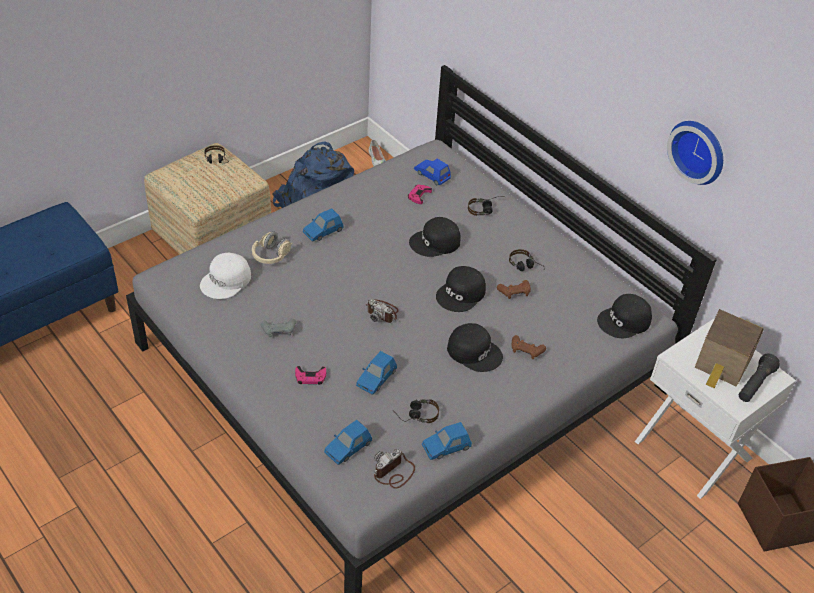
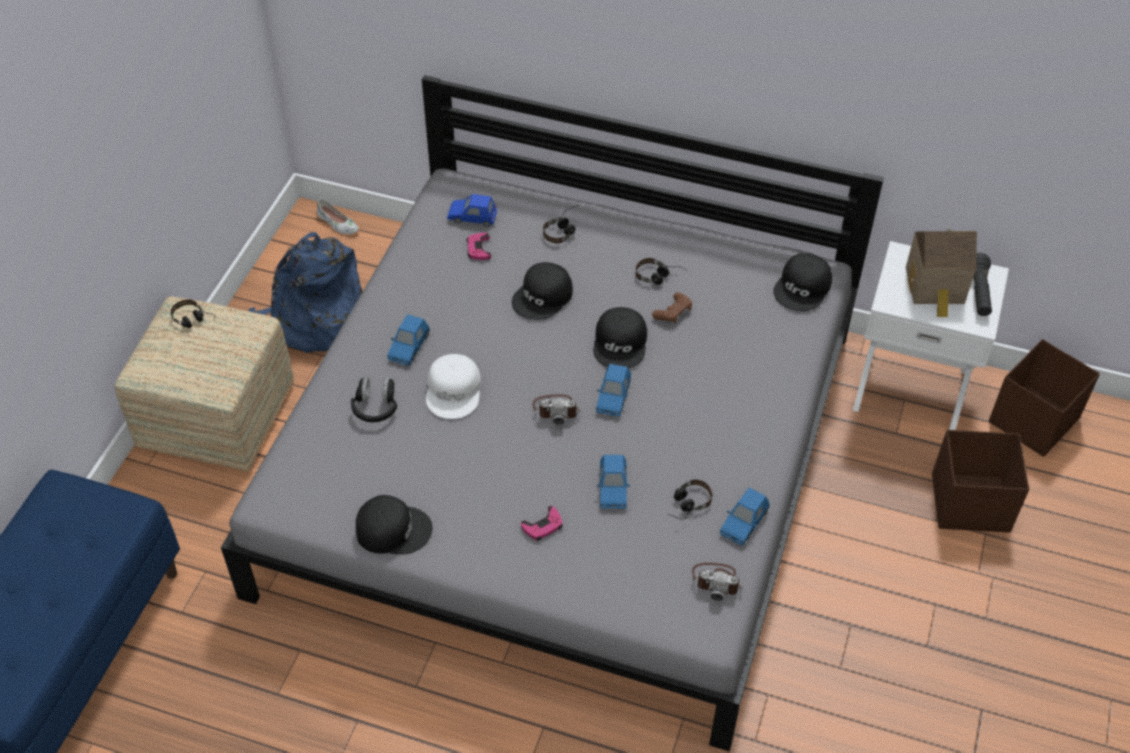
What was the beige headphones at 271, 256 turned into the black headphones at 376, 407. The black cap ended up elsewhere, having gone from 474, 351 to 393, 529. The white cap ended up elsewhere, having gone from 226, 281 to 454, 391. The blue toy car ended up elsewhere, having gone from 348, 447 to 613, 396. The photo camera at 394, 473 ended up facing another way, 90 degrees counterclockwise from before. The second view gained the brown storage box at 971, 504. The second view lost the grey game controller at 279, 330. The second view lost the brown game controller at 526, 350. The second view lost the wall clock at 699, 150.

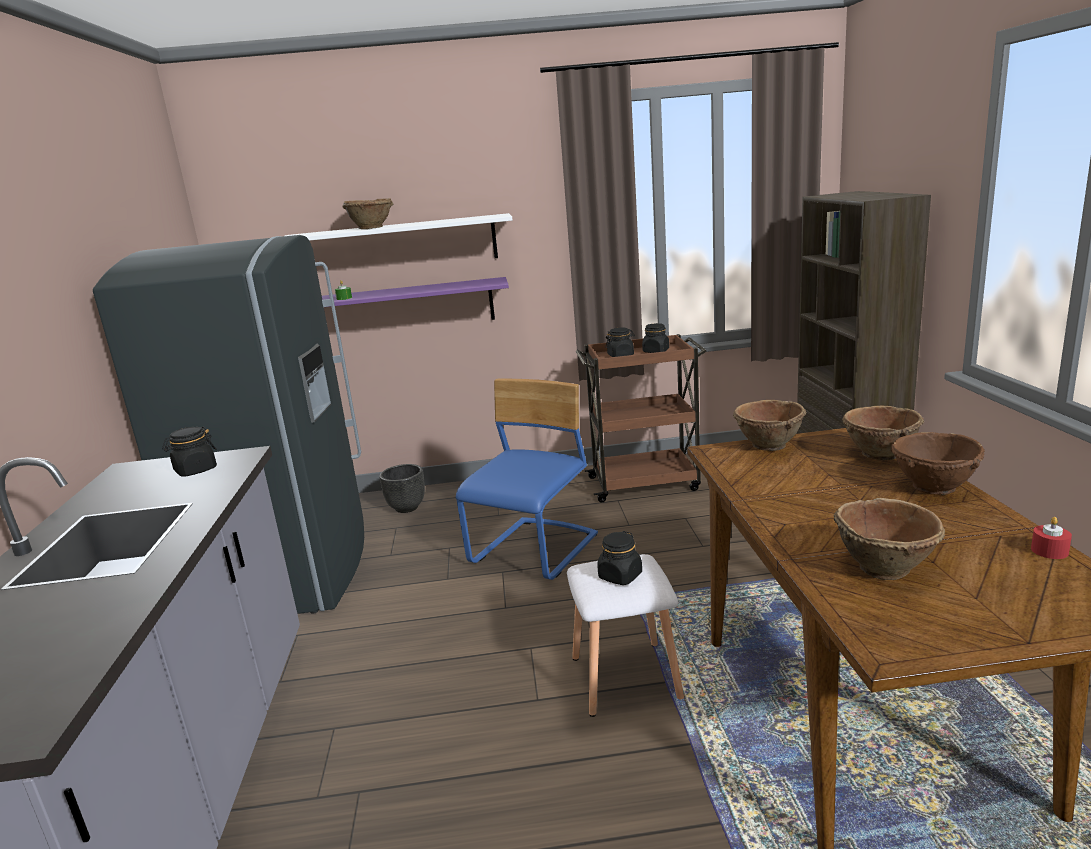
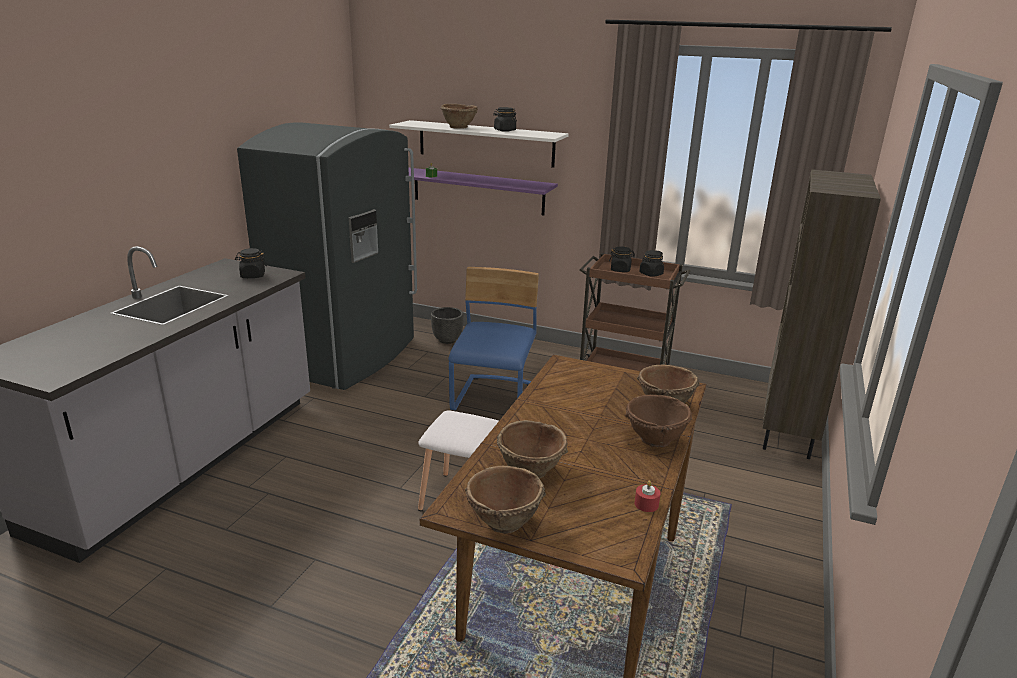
The blue chair at 535, 551 ended up facing another way, 45 degrees counterclockwise from before. The brown bowl ended up elsewhere, having gone from 768, 446 to 503, 522. The black jar ended up elsewhere, having gone from 620, 576 to 504, 130.

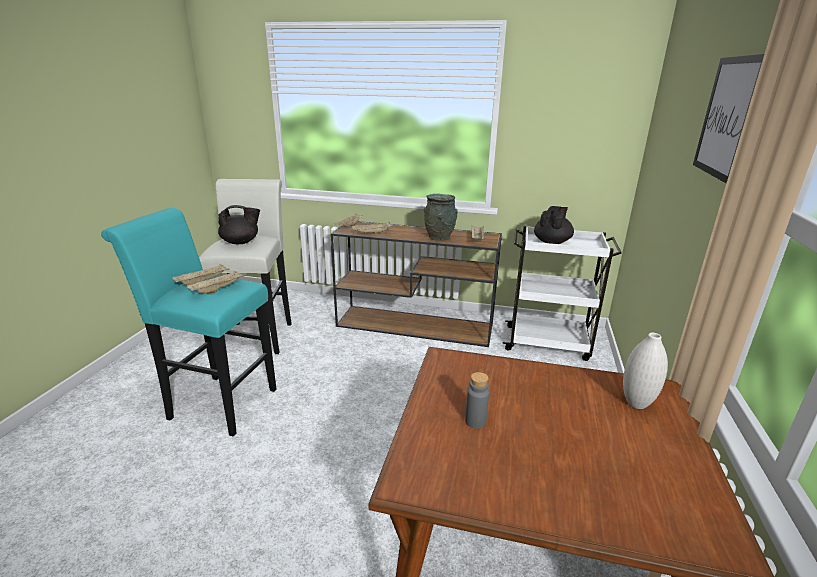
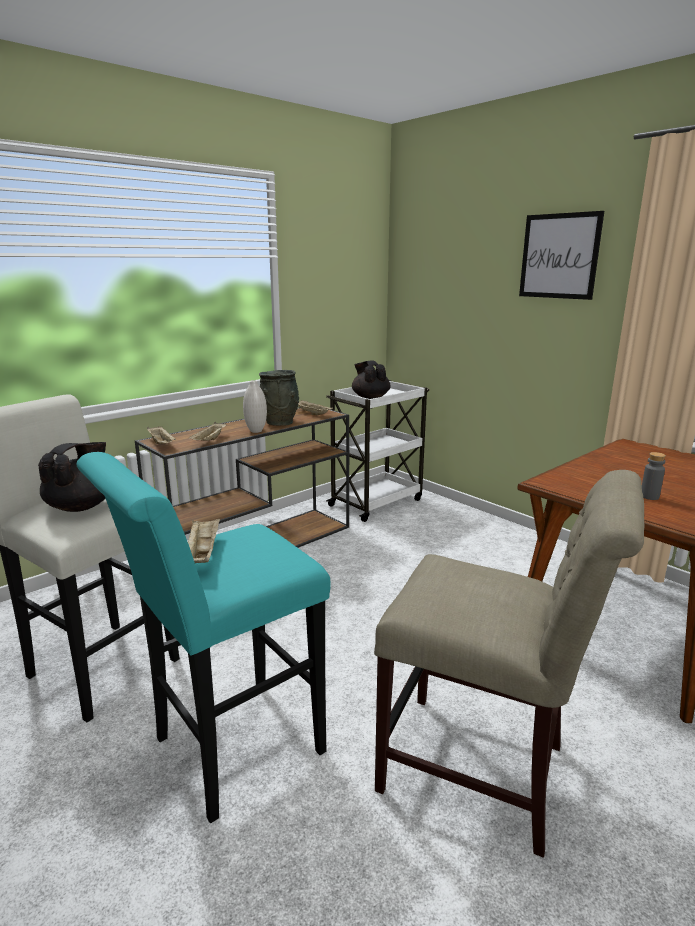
The white vase ended up elsewhere, having gone from 636, 403 to 256, 431. The second view gained the beige chair at 483, 772. The second view lost the beige tray at 218, 289.

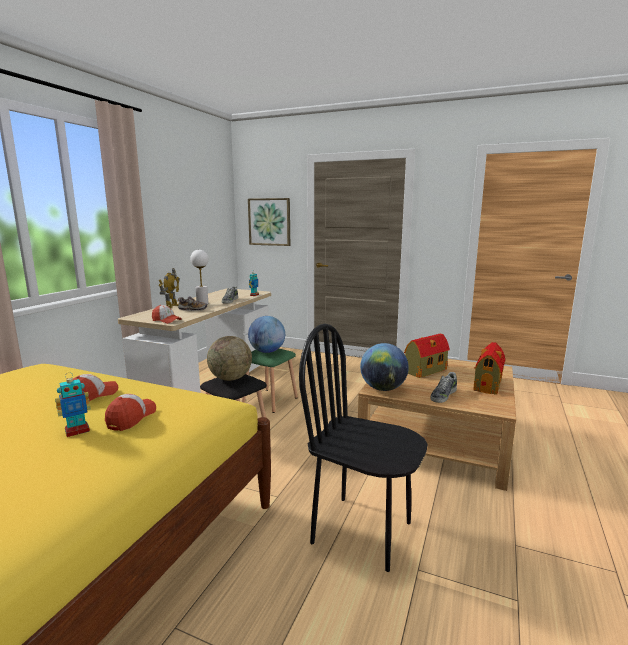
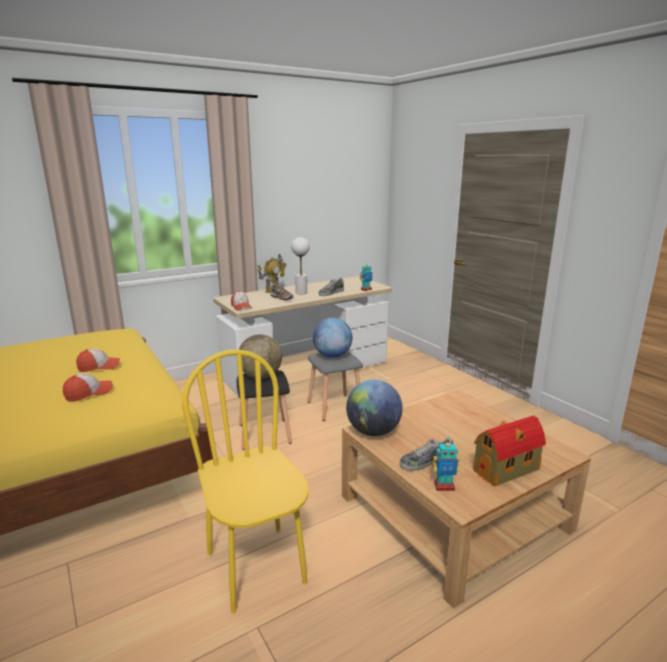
What was the black chair at 362, 531 turned into the yellow chair at 257, 567. What was the green stool at 270, 401 turned into the grey stool at 334, 407. The toy robot ended up elsewhere, having gone from 77, 431 to 444, 486. The second view lost the picture at 269, 222. The second view lost the toy house at 424, 371.

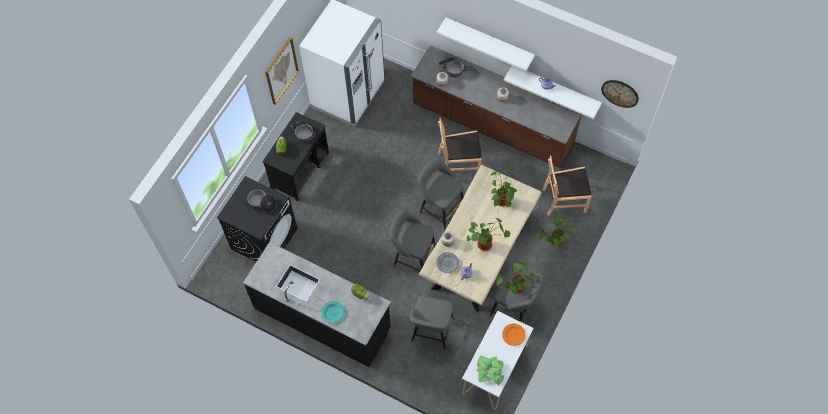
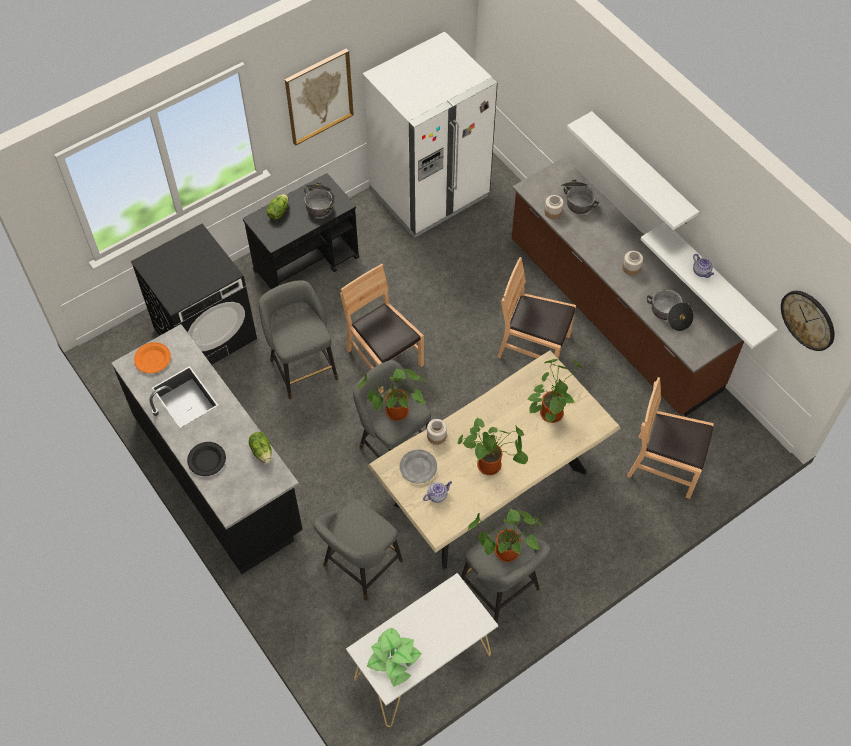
The orange plate ended up elsewhere, having gone from 513, 335 to 152, 359. What was the turquoise plate at 332, 312 turned into the black plate at 207, 460. The grey stool ended up elsewhere, having gone from 440, 207 to 302, 366. The second view gained the brown chair at 384, 358. The potted plant ended up elsewhere, having gone from 555, 242 to 395, 413. The cooking pot ended up elsewhere, having gone from 262, 203 to 669, 314.

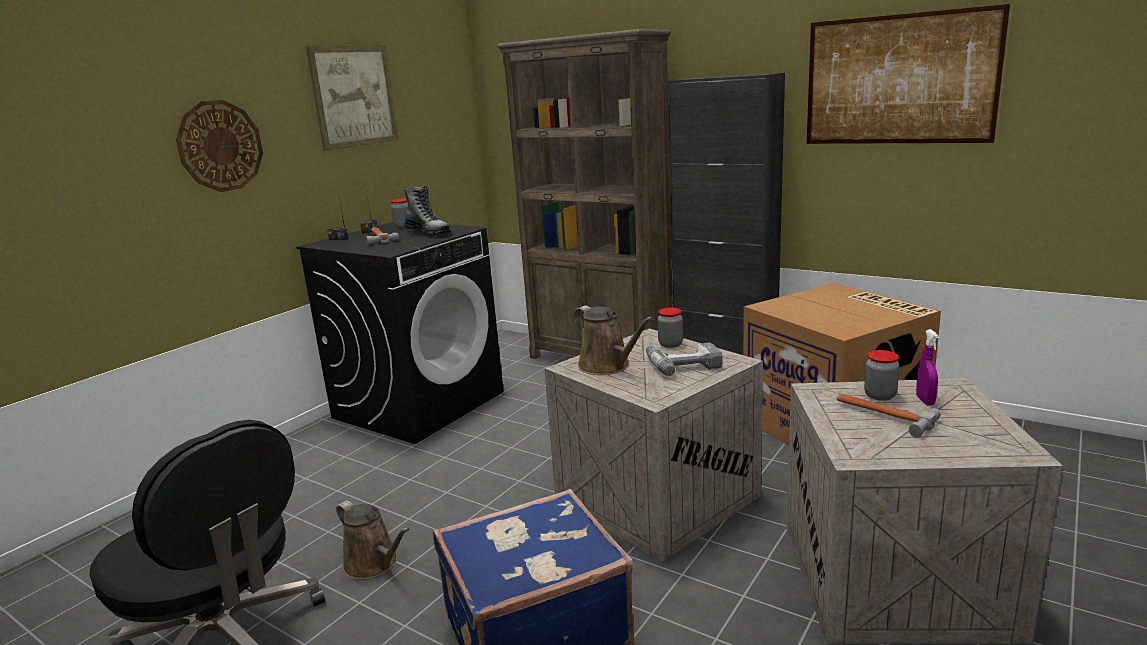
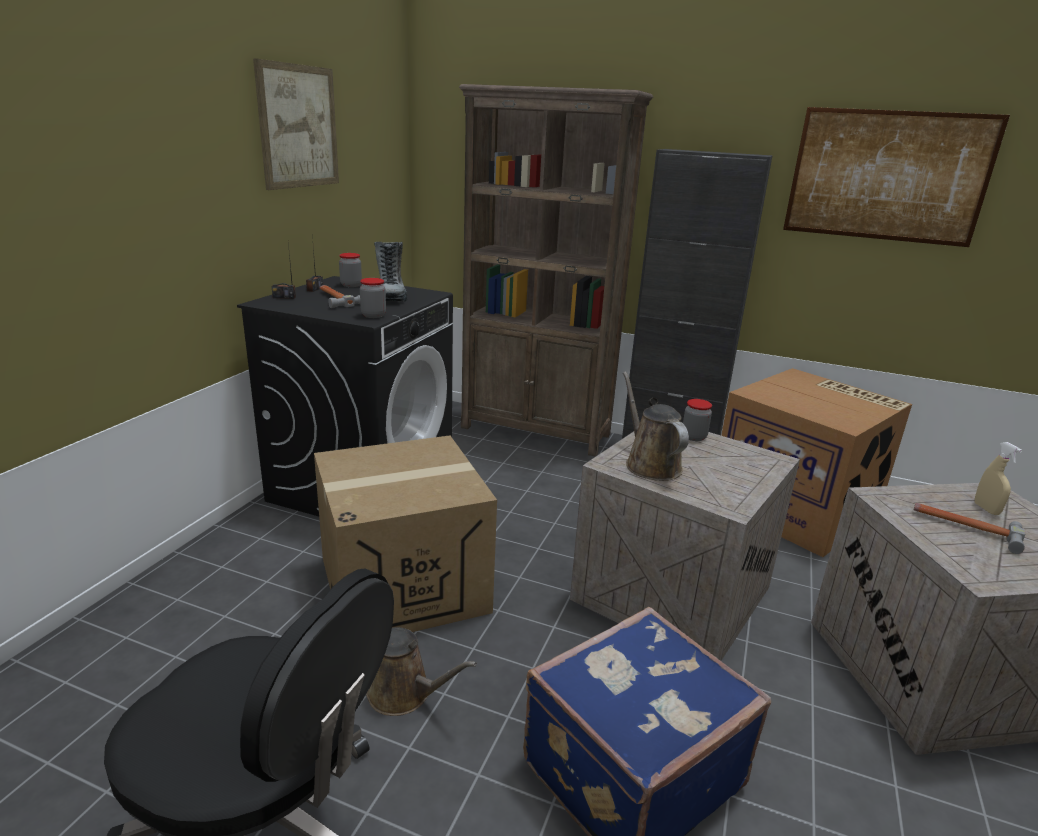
The second view gained the cardboard box at 404, 584. The jar ended up elsewhere, having gone from 880, 395 to 373, 315. The boot at 428, 232 ended up facing another way, 45 degrees clockwise from before. The brown watering can at 607, 366 ended up facing another way, 150 degrees counterclockwise from before. What was the purple spray bottle at 925, 401 turned into the beige spray bottle at 986, 509. The second view lost the wall clock at 220, 146. The second view lost the power drill at 681, 363.

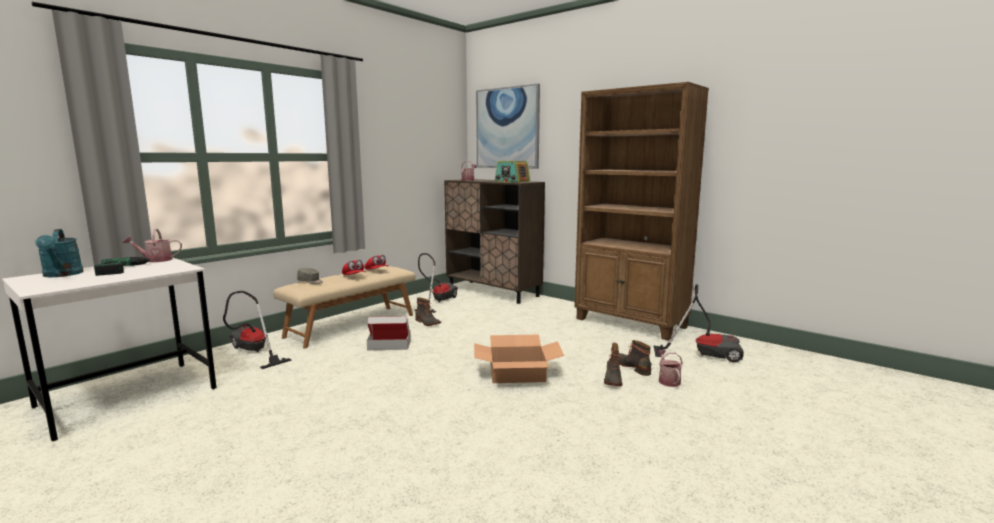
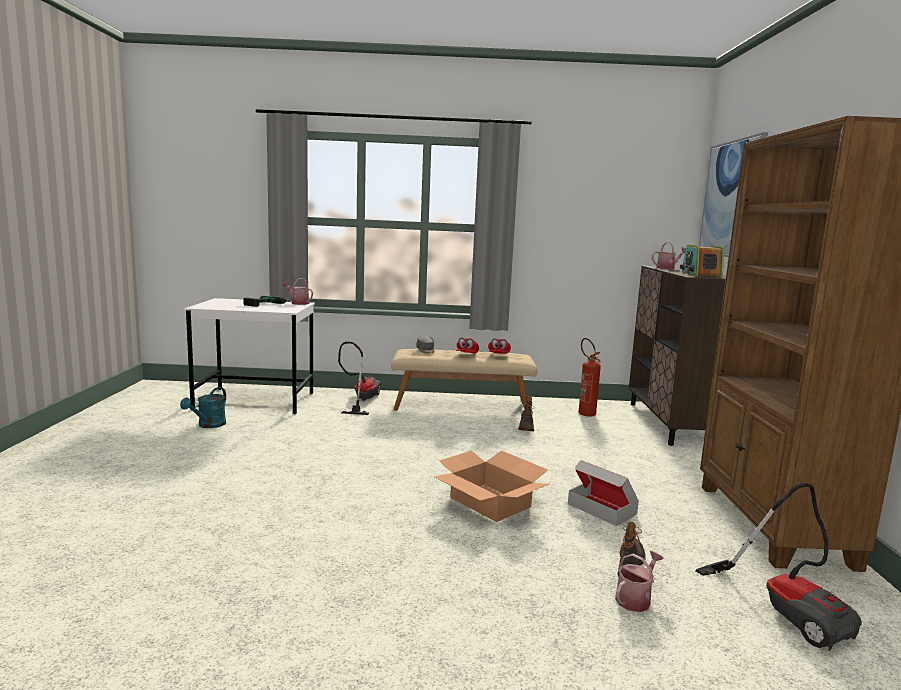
The turquoise watering can ended up elsewhere, having gone from 62, 275 to 208, 425. The cardboard box ended up elsewhere, having gone from 389, 345 to 602, 509. Where the vacuum cleaner stood at 437, 301, the fire extinguisher came to stand at 584, 412. The second view lost the boot at 612, 379.

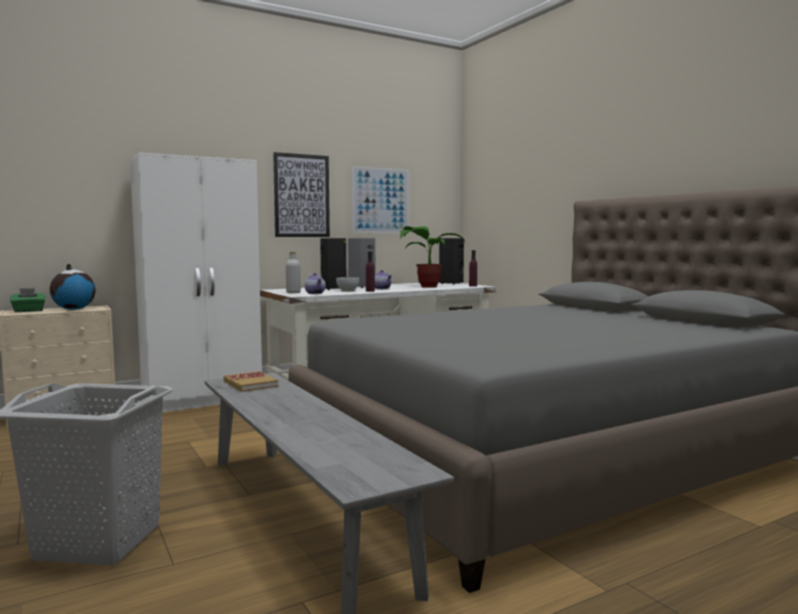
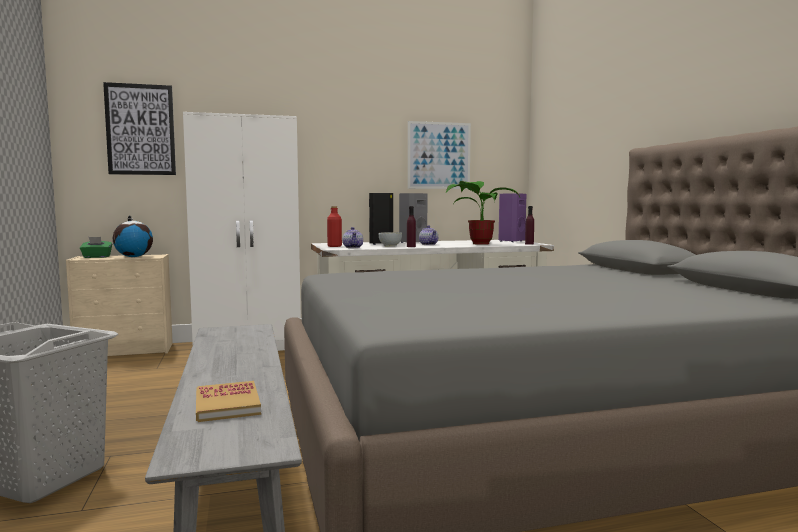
The picture ended up elsewhere, having gone from 301, 196 to 140, 129. The book ended up elsewhere, having gone from 250, 384 to 227, 404. What was the grey bottle at 293, 292 turned into the red bottle at 334, 246. What was the black speaker at 450, 283 turned into the purple speaker at 510, 241.

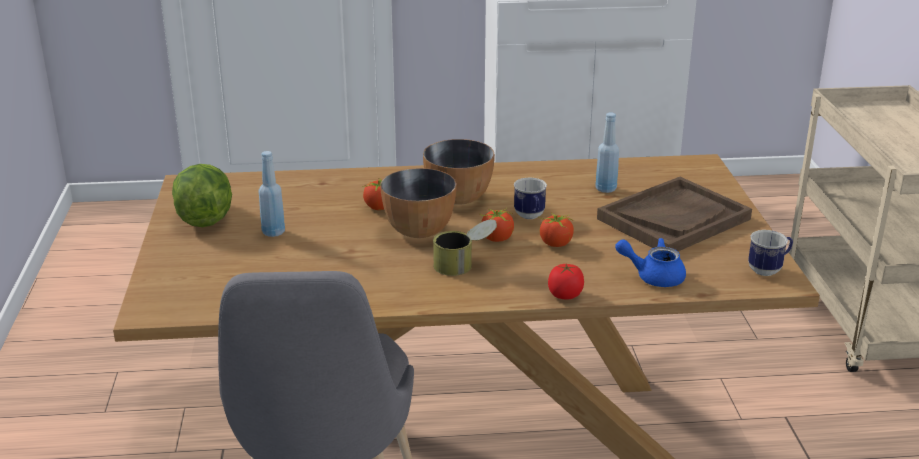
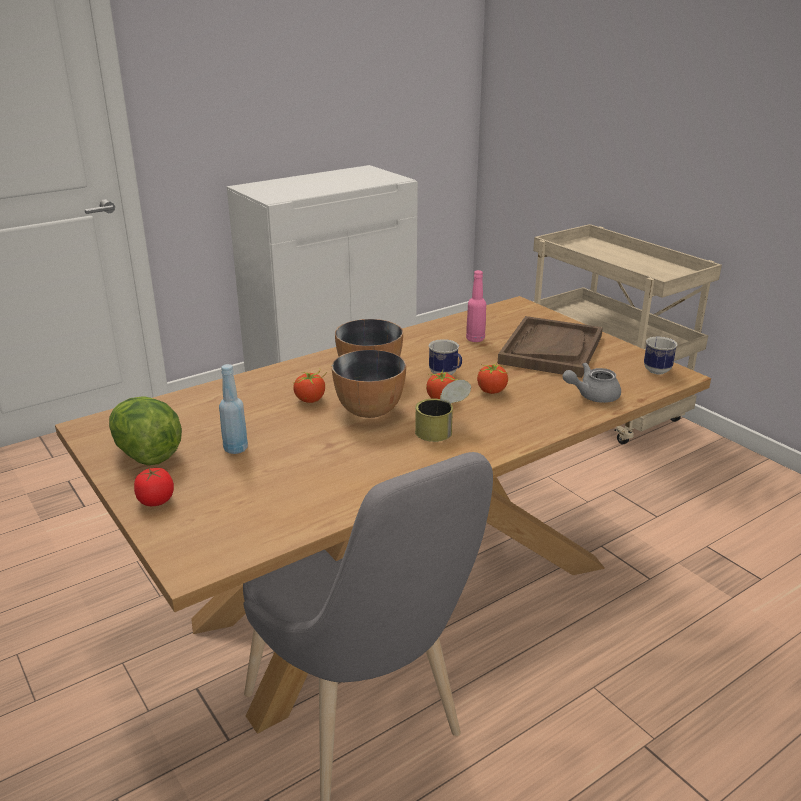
The tomato ended up elsewhere, having gone from 565, 295 to 156, 500. What was the blue bottle at 605, 189 turned into the pink bottle at 475, 339. What was the blue teapot at 653, 276 turned into the grey teapot at 592, 396.

